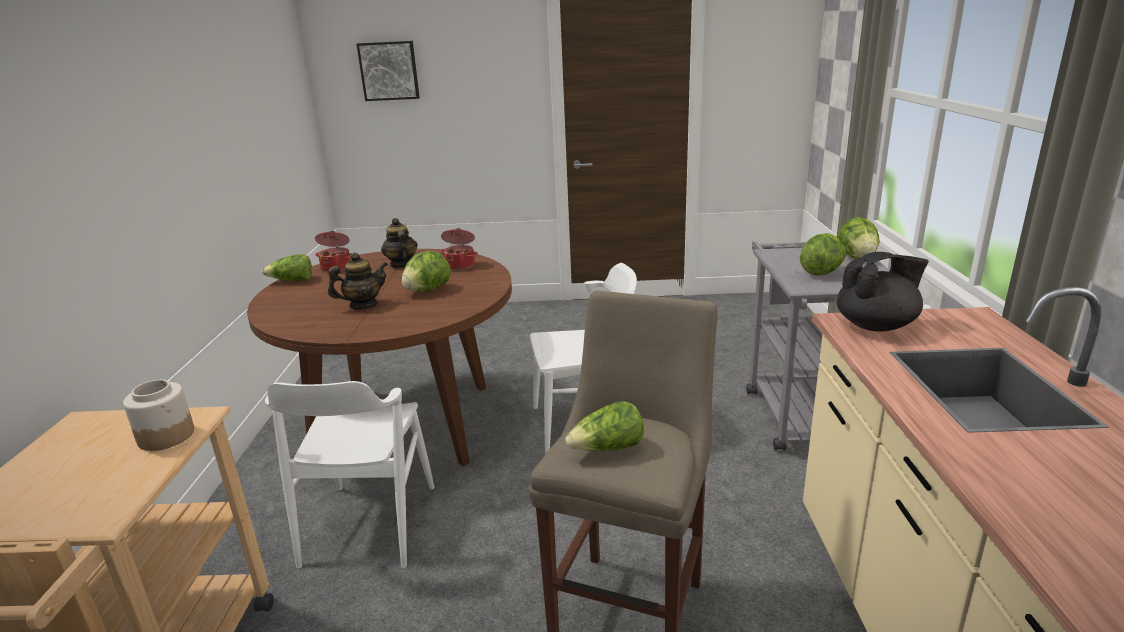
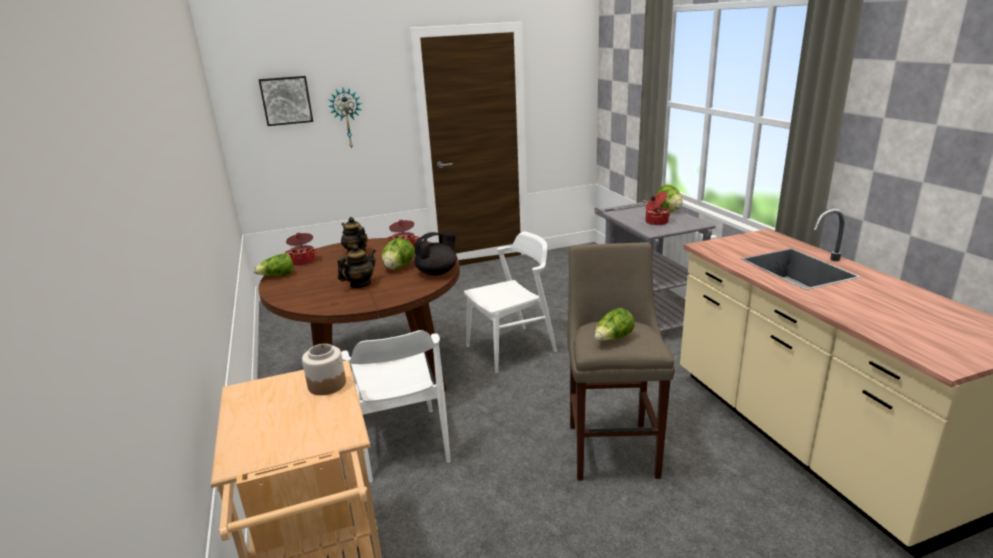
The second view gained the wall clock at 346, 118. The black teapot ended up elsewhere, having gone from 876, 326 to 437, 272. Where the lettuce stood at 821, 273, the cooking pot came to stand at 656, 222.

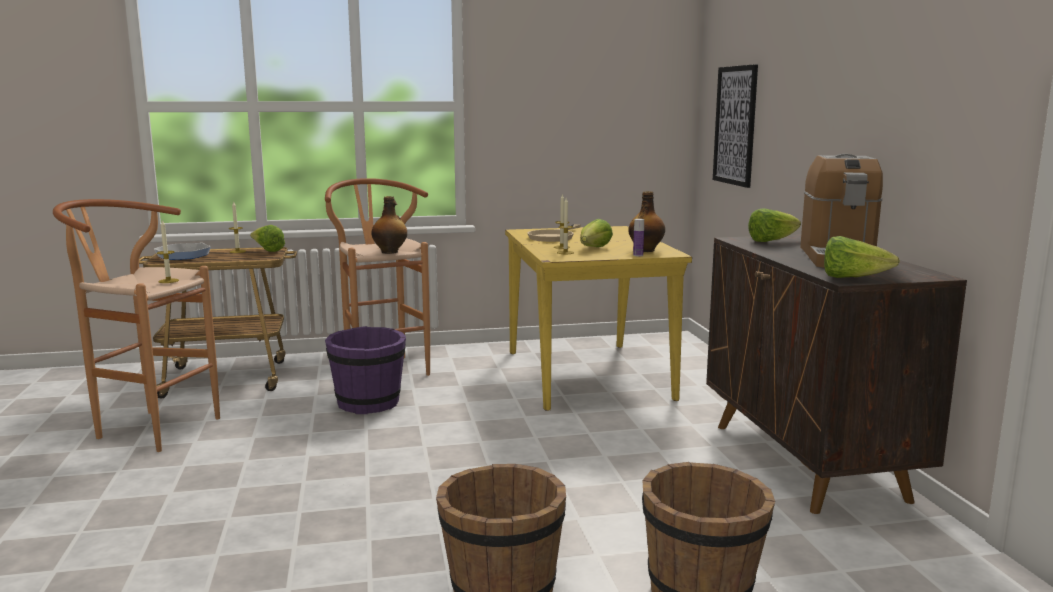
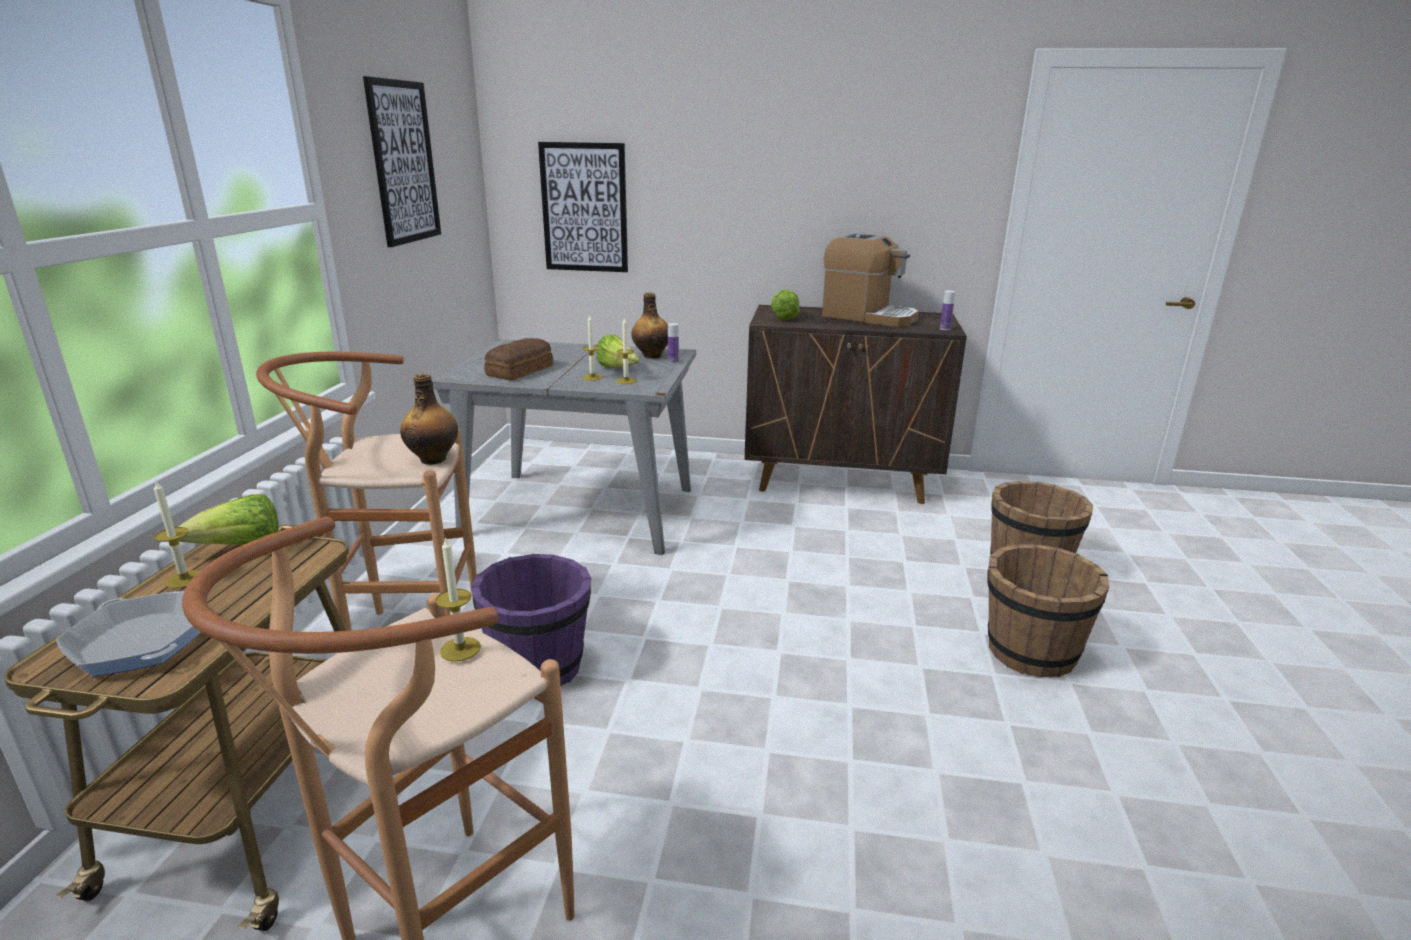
The second view gained the picture at 403, 163. What was the yellow dining table at 588, 374 turned into the grey dining table at 583, 511. Where the beige frying pan stood at 554, 236, the bread came to stand at 522, 370. Where the lettuce stood at 852, 278, the bottle came to stand at 945, 329.

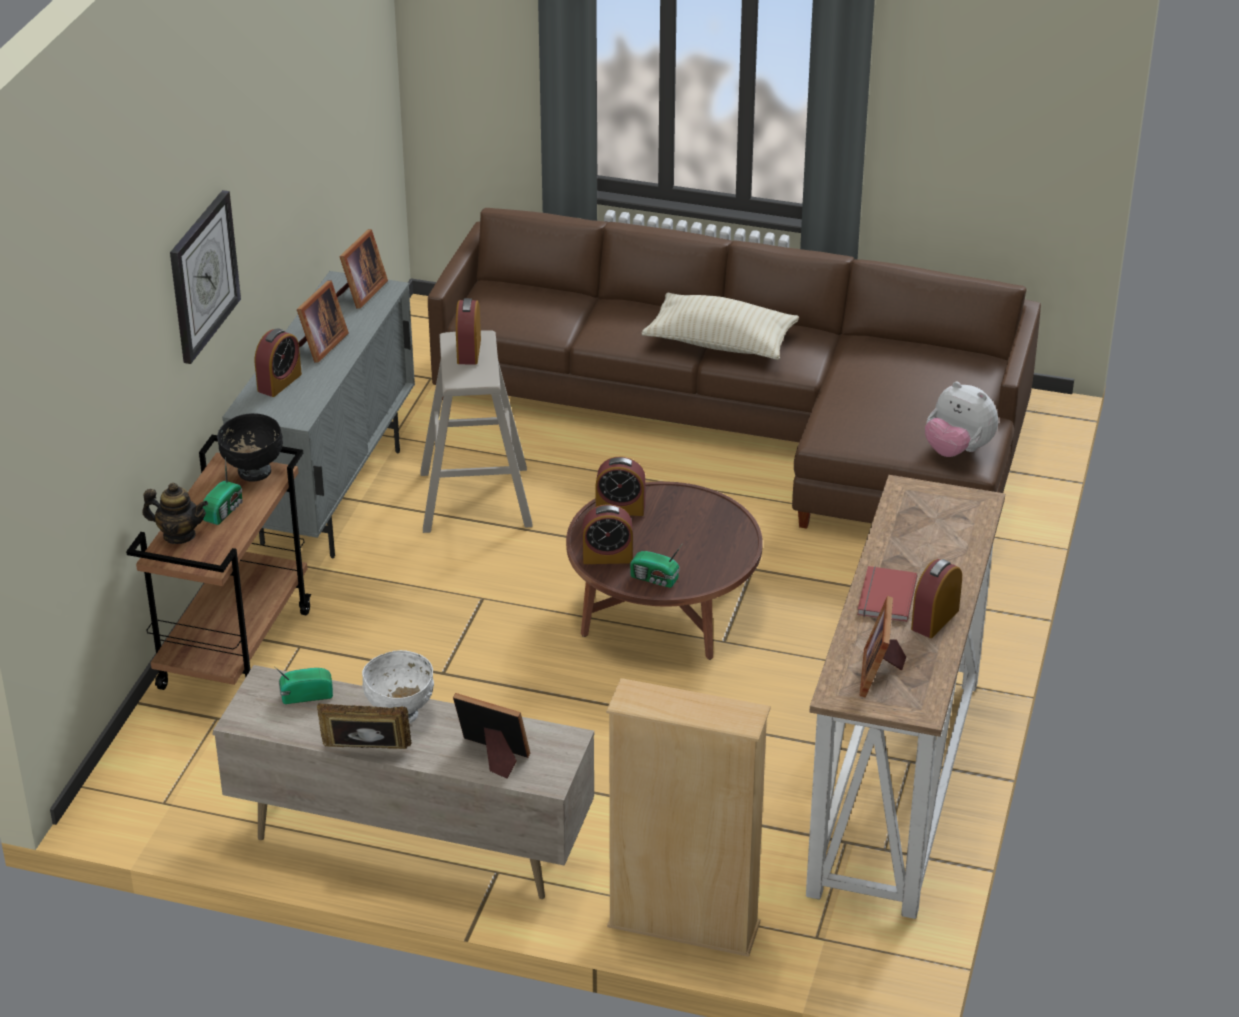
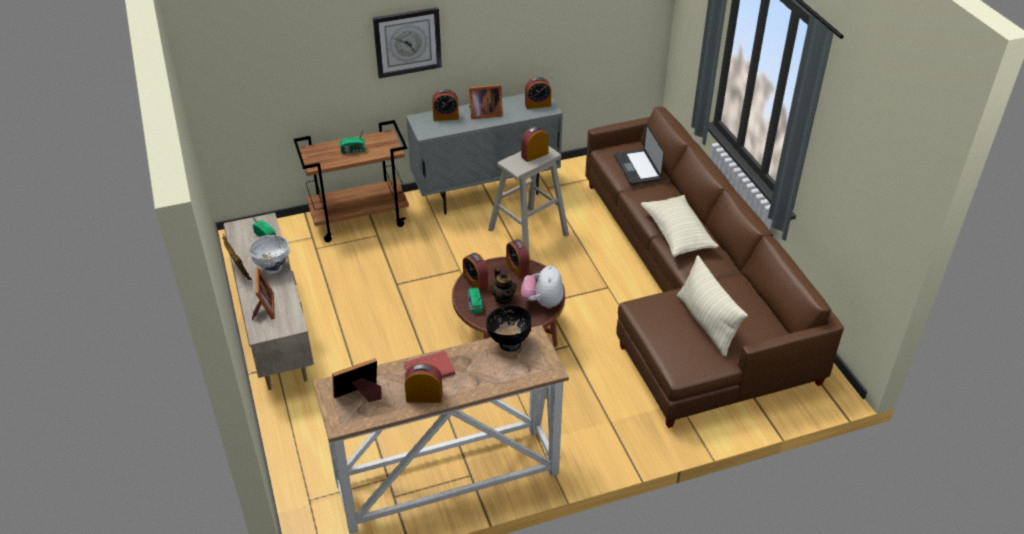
The black bowl ended up elsewhere, having gone from 253, 472 to 509, 343. The teapot ended up elsewhere, having gone from 179, 535 to 503, 298. The plush toy ended up elsewhere, having gone from 957, 450 to 542, 302. Where the picture frame stood at 360, 293, the alarm clock came to stand at 537, 105. The second view gained the laptop at 637, 168. The second view gained the beige pillow at 706, 323. The second view lost the beige bookcase at 683, 925.

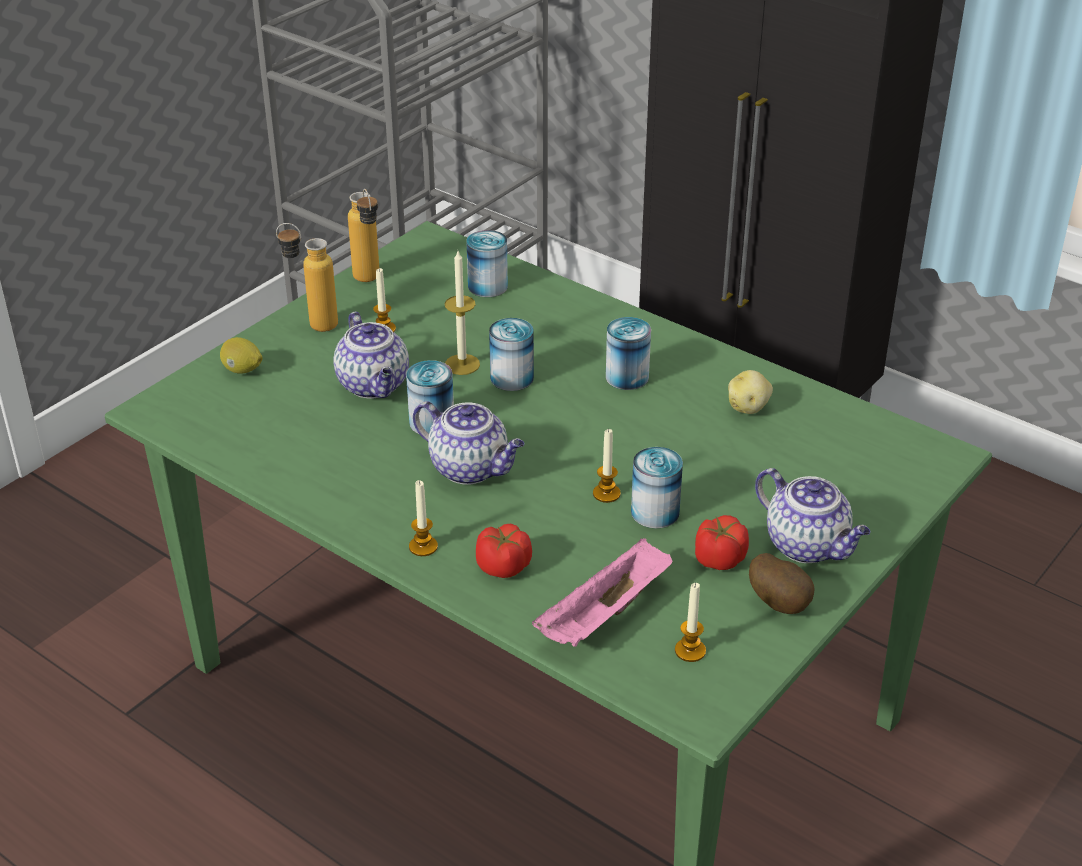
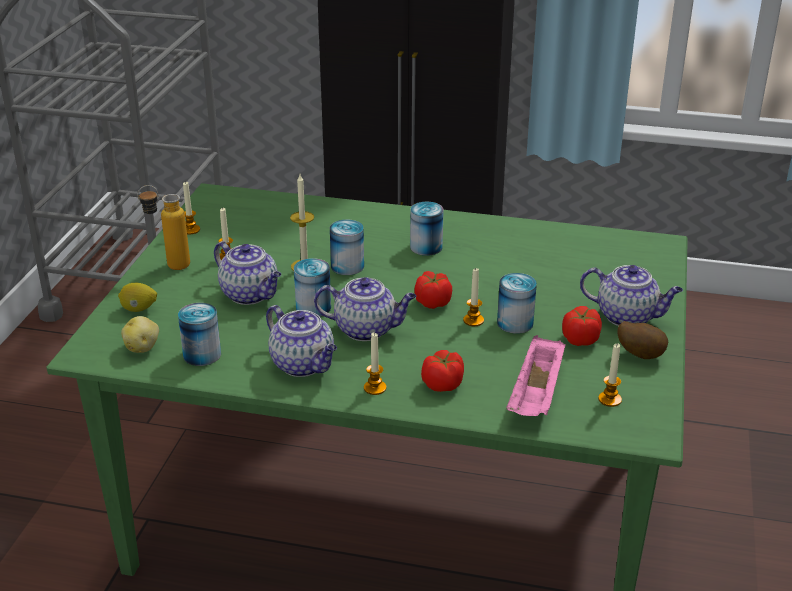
The potato ended up elsewhere, having gone from 748, 407 to 143, 347. The can ended up elsewhere, having gone from 487, 286 to 202, 355. Where the bottle stood at 369, 282, the candle came to stand at 191, 230. The second view gained the teapot at 304, 365. The second view gained the tomato at 432, 302.

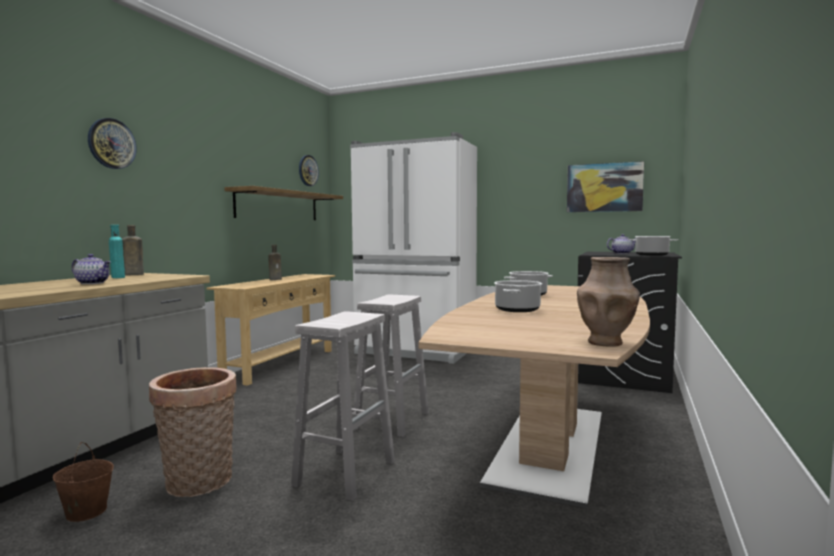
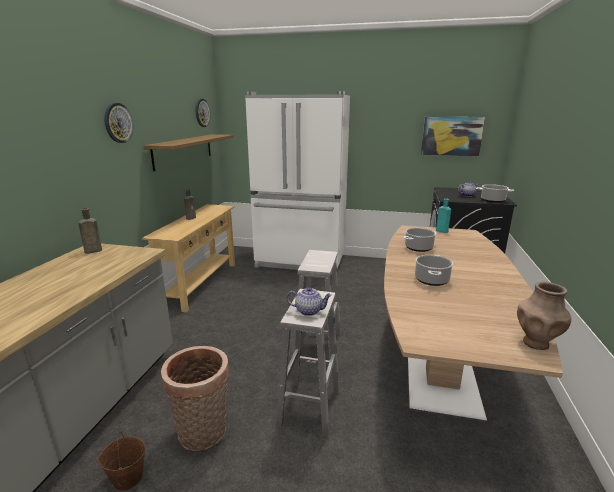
The wall clock ended up elsewhere, having gone from 111, 143 to 118, 123. The teapot ended up elsewhere, having gone from 93, 283 to 309, 311. The turquoise bottle ended up elsewhere, having gone from 117, 277 to 441, 231.

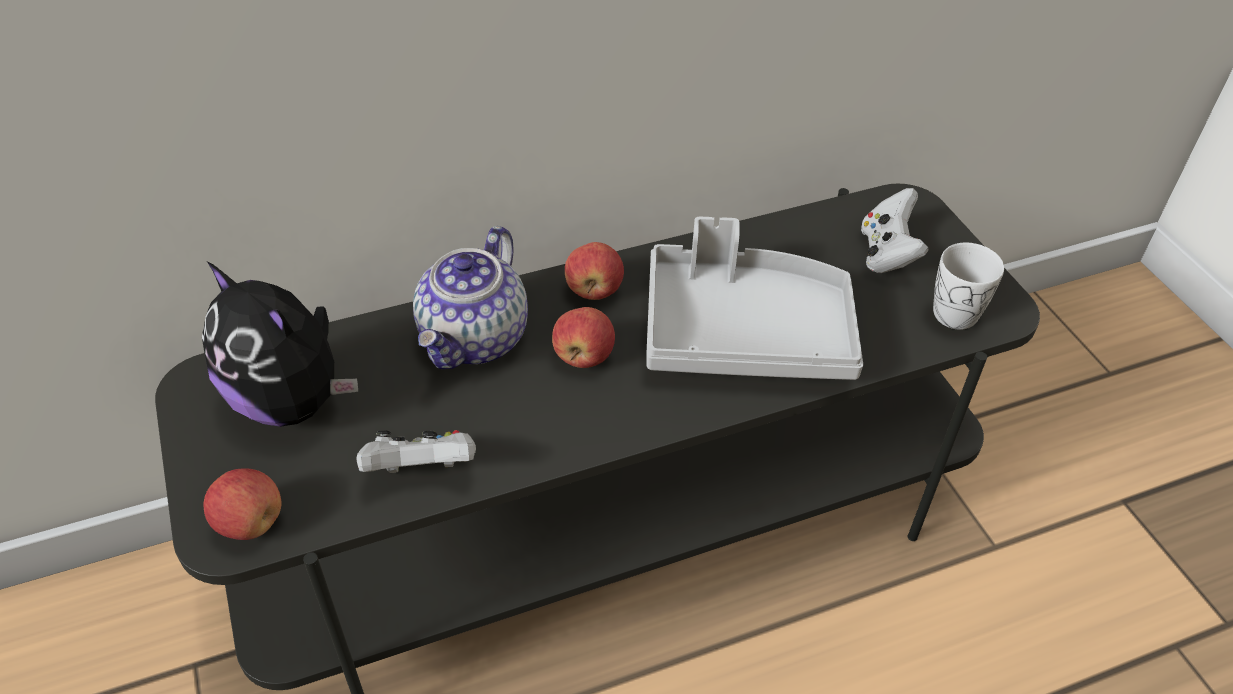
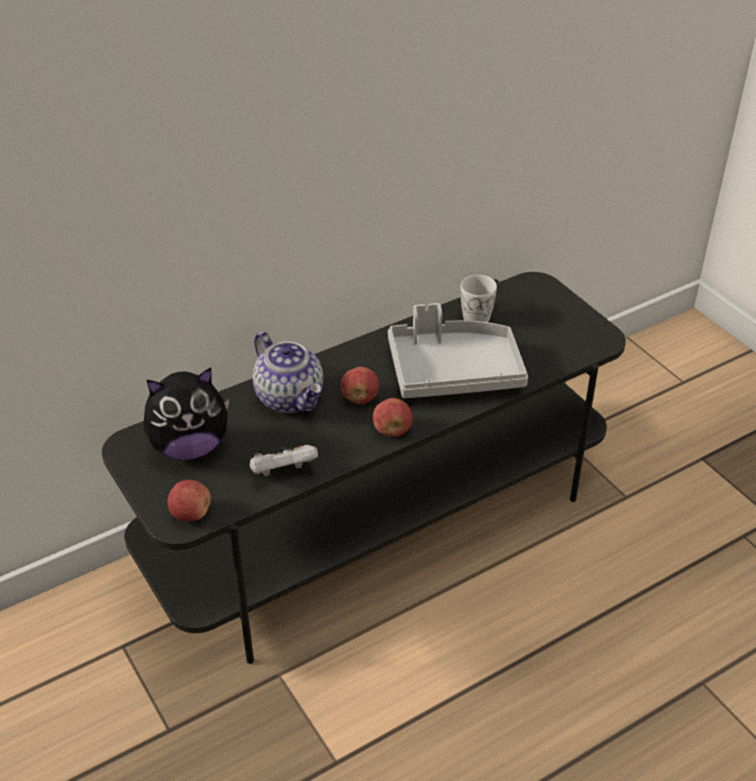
The plush toy at 292, 400 ended up facing another way, 45 degrees counterclockwise from before. The teapot at 475, 339 ended up facing another way, 45 degrees counterclockwise from before. The apple ended up elsewhere, having gone from 594, 290 to 392, 430. The white mug ended up elsewhere, having gone from 956, 307 to 476, 315. The second view lost the white game controller at 887, 253.

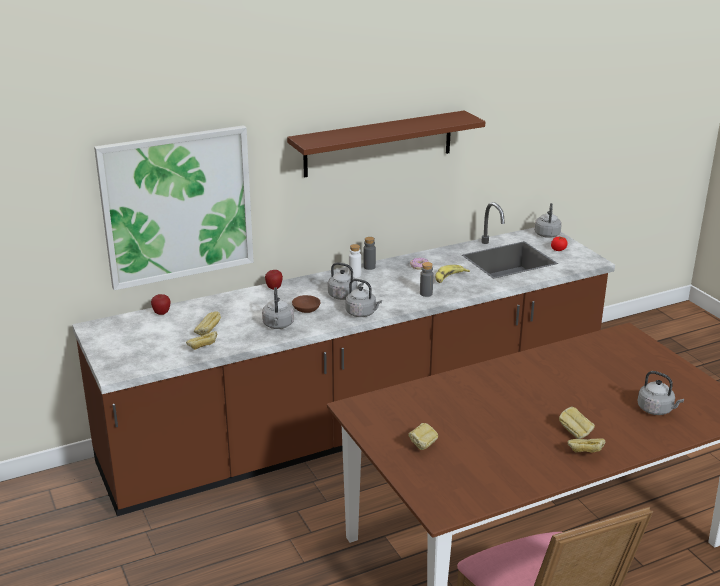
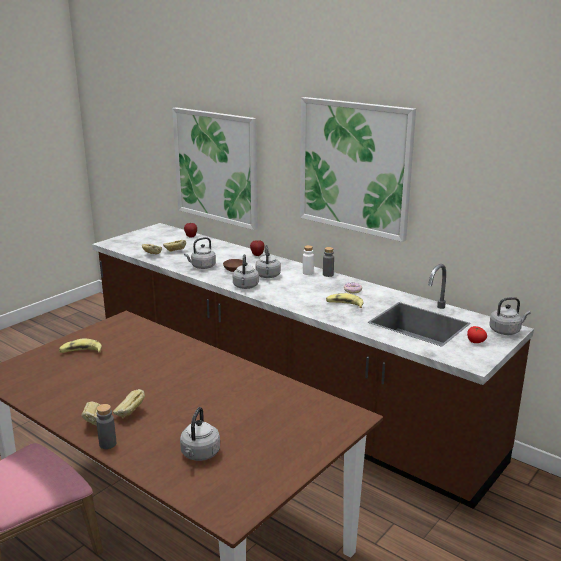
Where the bread stood at 422, 446, the banana came to stand at 81, 352. The grey bottle ended up elsewhere, having gone from 426, 294 to 108, 444. Where the brown shelf hung at 378, 143, the picture came to hang at 354, 167.

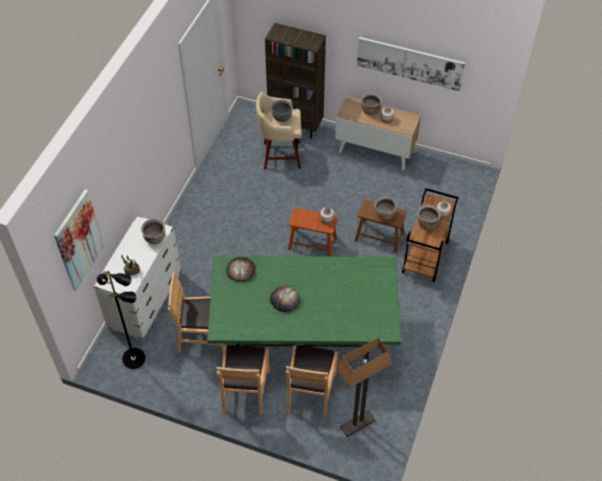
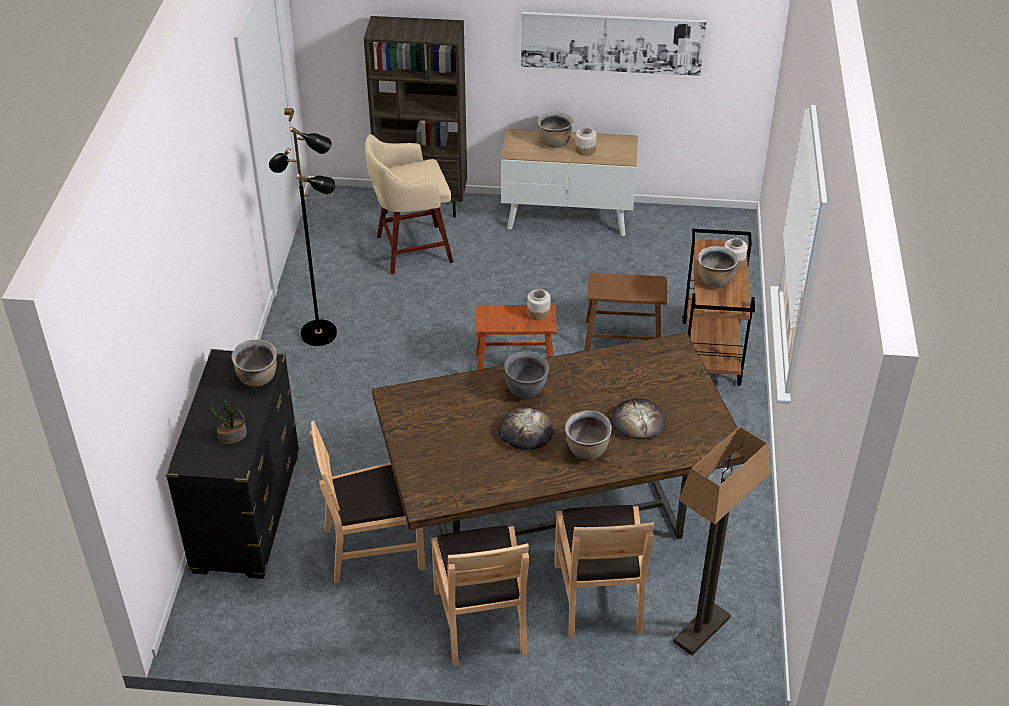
What was the white dresser at 145, 300 turned into the black dresser at 247, 512. The black floor lamp ended up elsewhere, having gone from 134, 358 to 319, 333. What was the green dining table at 304, 336 turned into the brown dining table at 554, 510. The grey cooking pot ended up elsewhere, having gone from 282, 118 to 526, 389. The brown cooking pot ended up elsewhere, having gone from 384, 215 to 587, 450. The bread ended up elsewhere, having gone from 241, 270 to 637, 421. The second view lost the picture at 78, 240.

